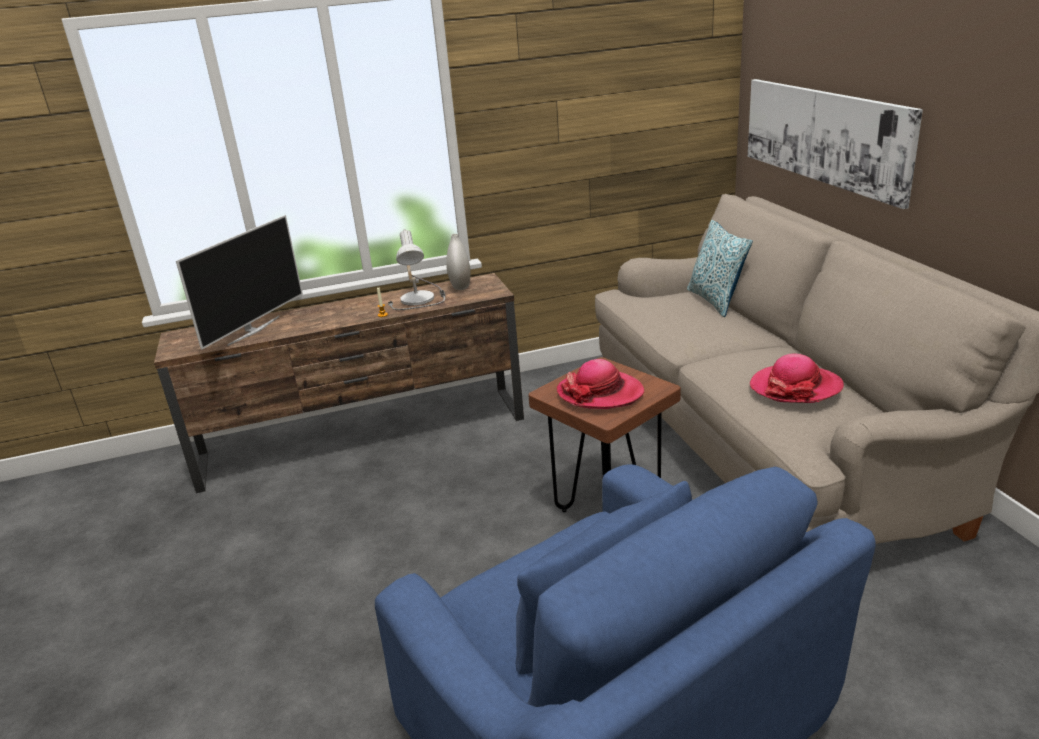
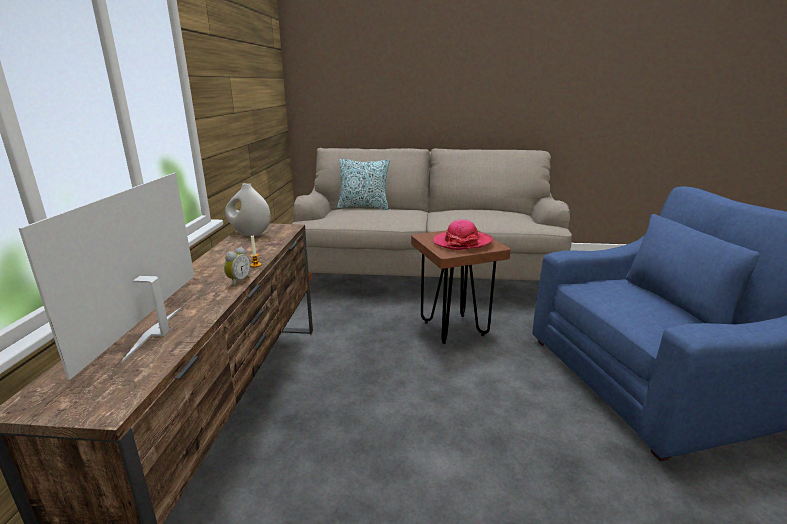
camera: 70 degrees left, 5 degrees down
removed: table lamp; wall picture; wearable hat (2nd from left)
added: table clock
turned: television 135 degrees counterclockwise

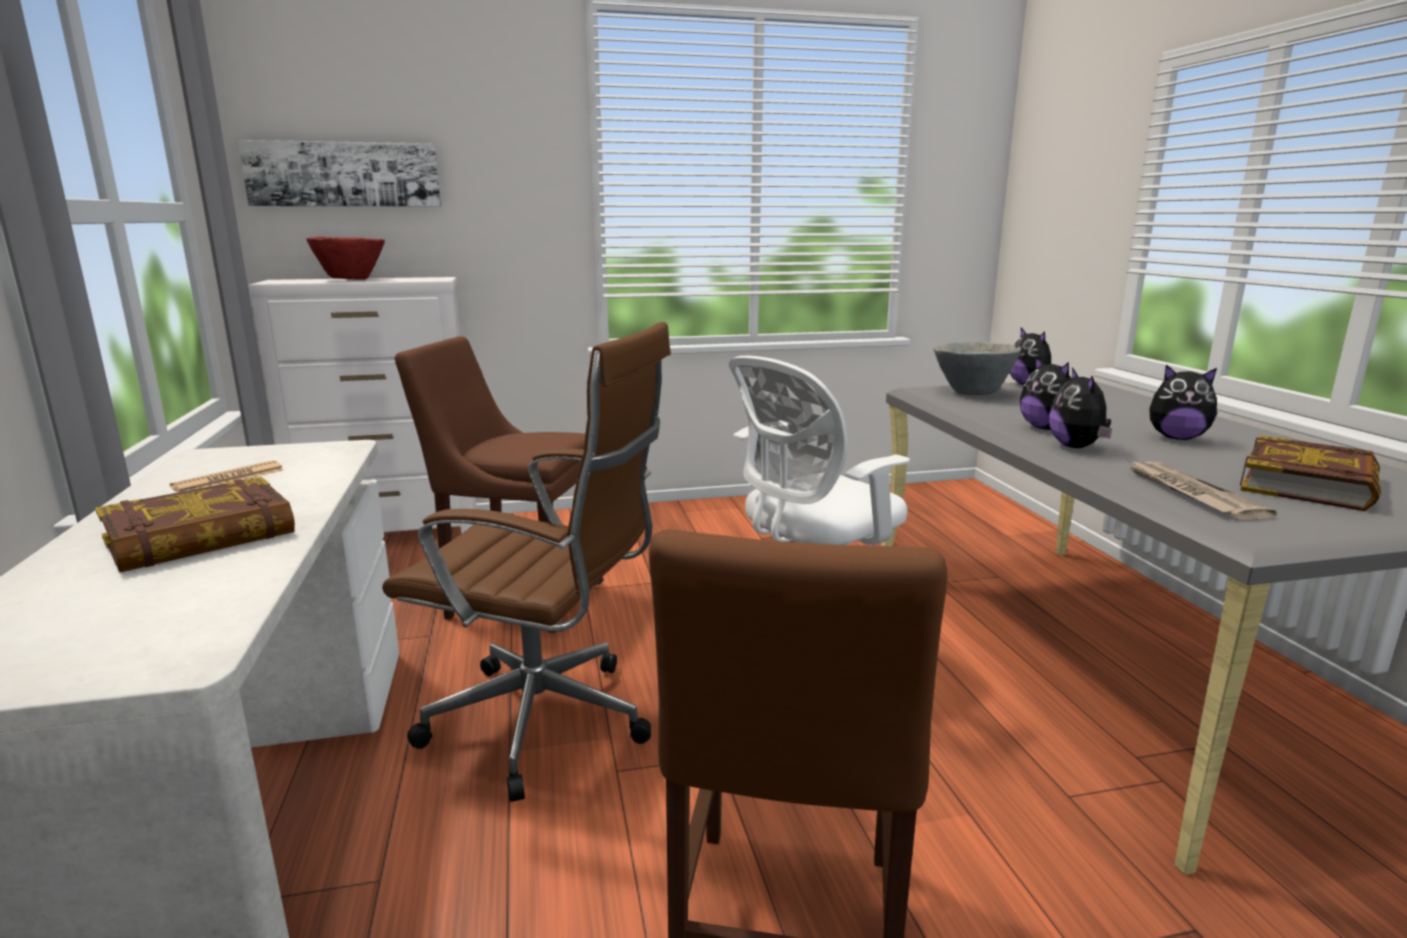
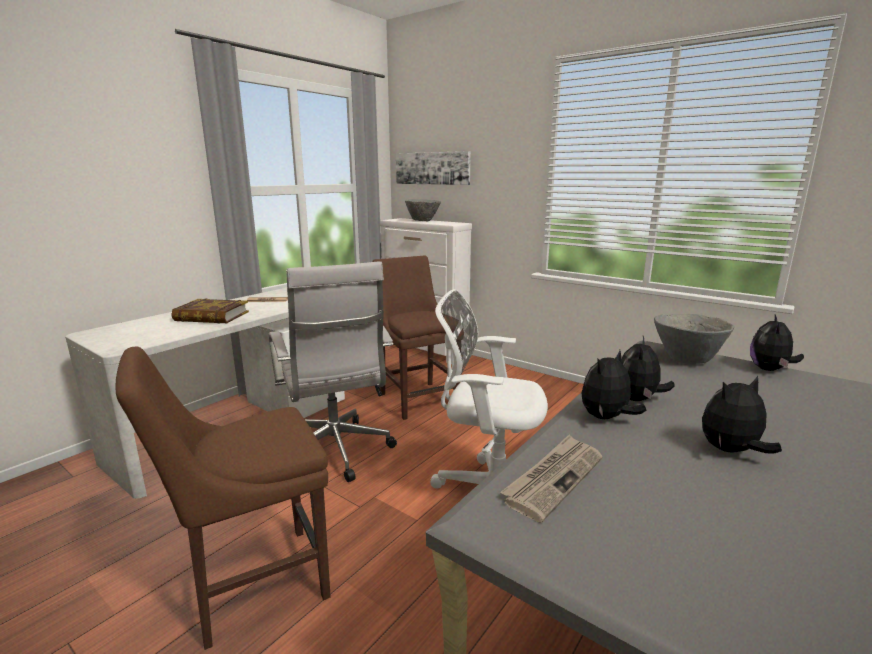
camera: 50 degrees right, 0 degrees up
removed: book (2nd from left)
recoloured: bowl in red-coloured to bowl in gray (1st from left); computer chair in brown to computer chair in whitish (1st from left)
turned: soft toy (4th from left in the first image) 90 degrees clockwise

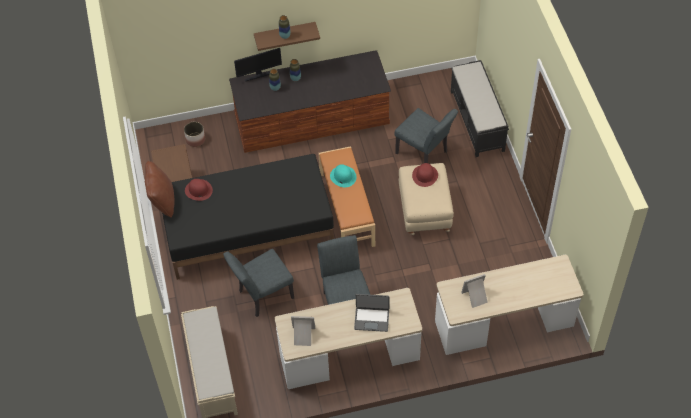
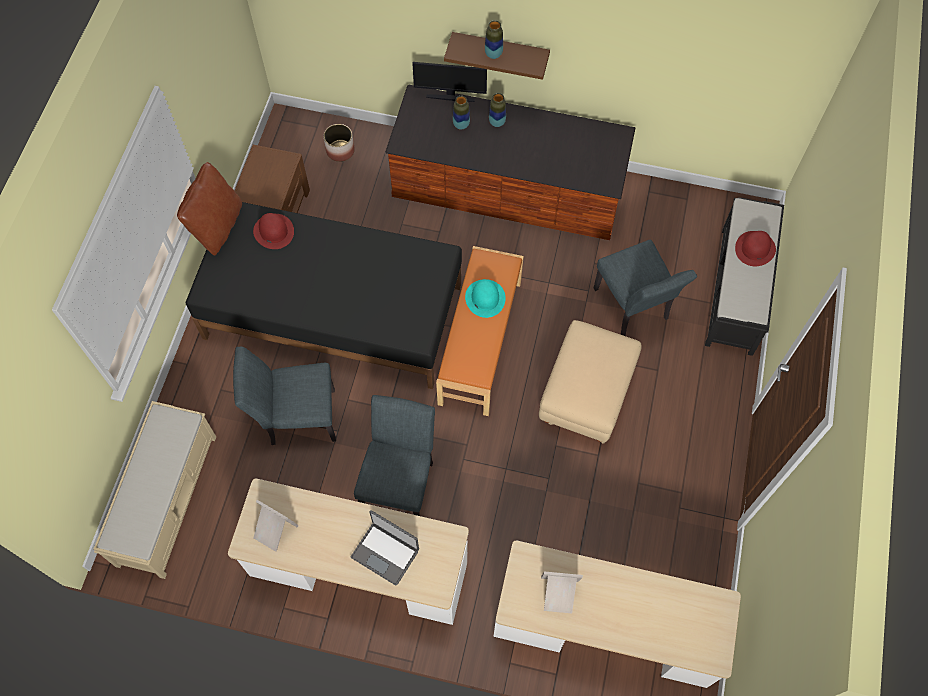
camera: 25 degrees right, 10 degrees up
moved: wearable hat in red-coloured (2nd from left)

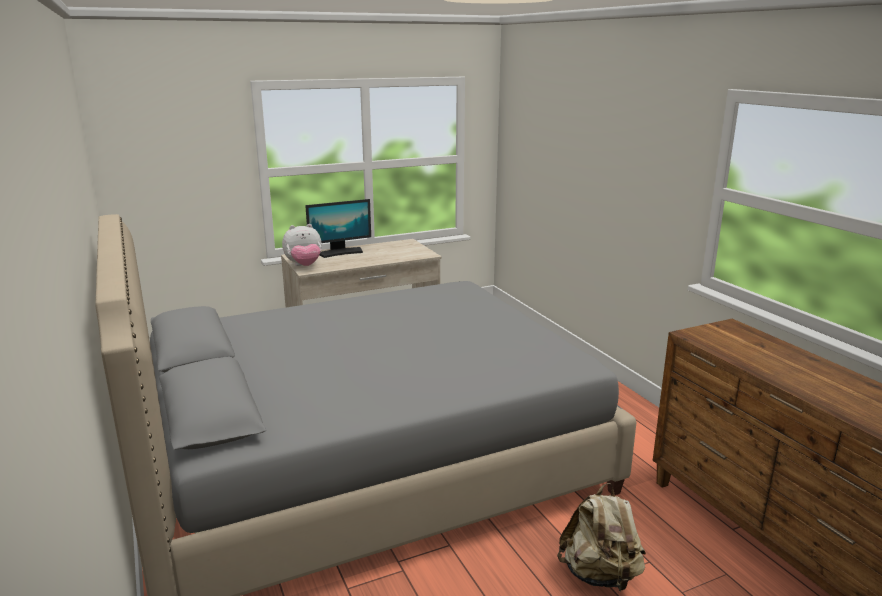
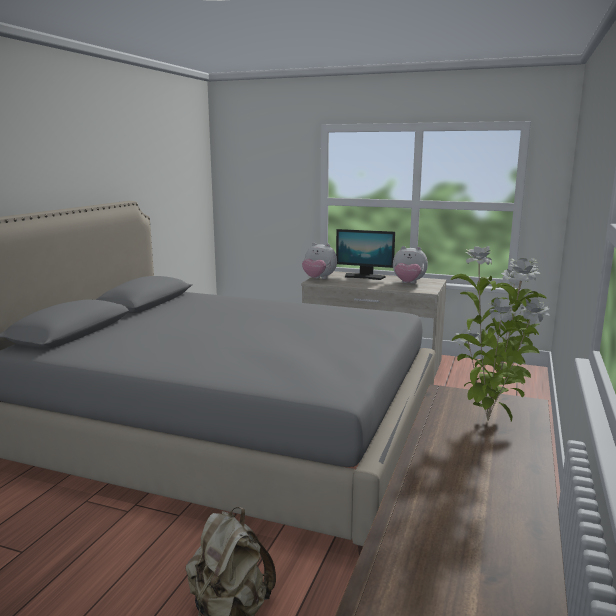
camera: 45 degrees right, 5 degrees down
added: soft toy (2nd from left); houseplant

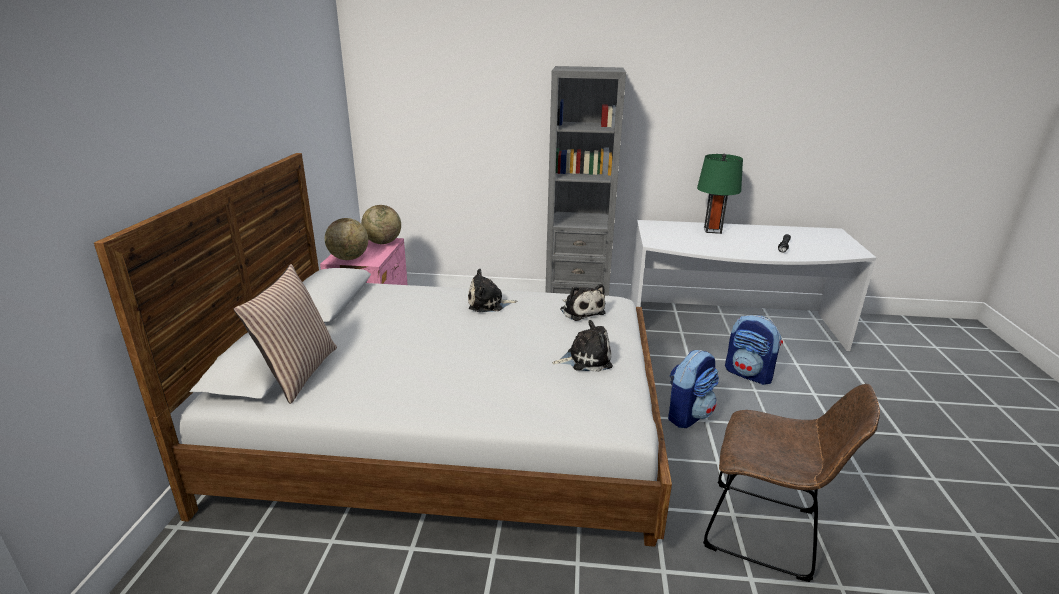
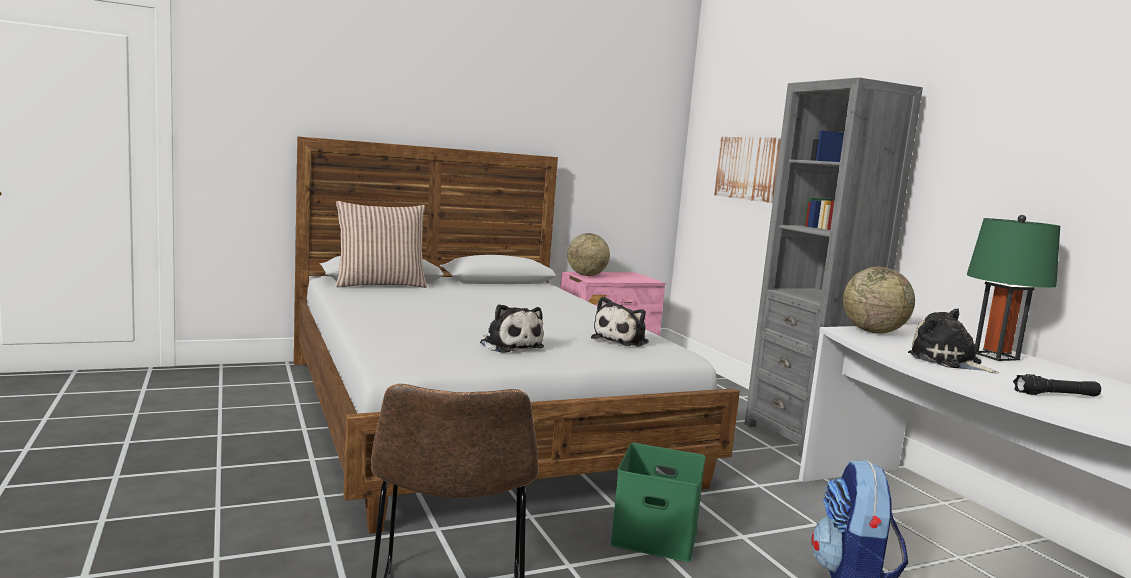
camera: 60 degrees right, 15 degrees down
added: wall picture
moved: desk globe (2nd from left); soft toy (1st from left in the first image) to soft toy (3rd from left)
replaced: knapsack (1st from left) to storage container in green

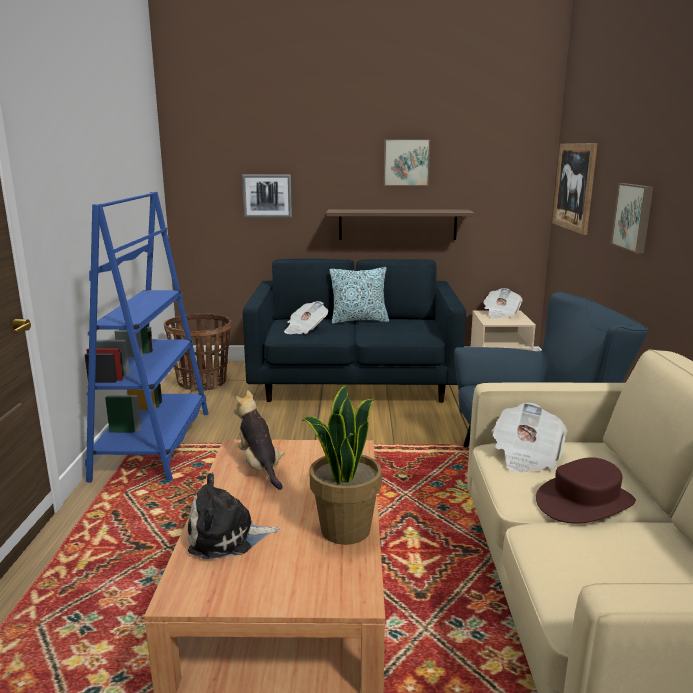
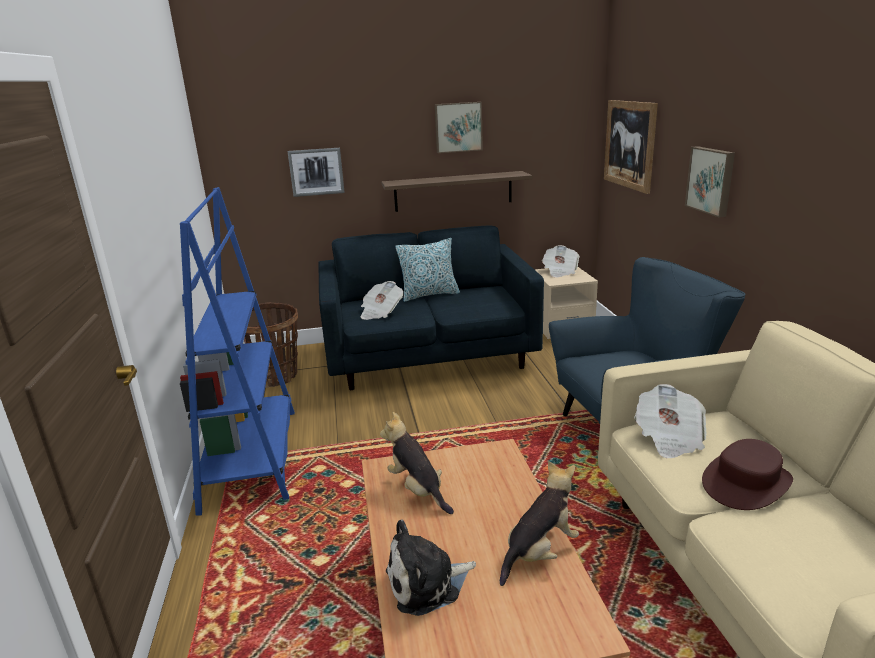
camera: 10 degrees left, 5 degrees up
replaced: houseplant to soft toy (3rd from left)

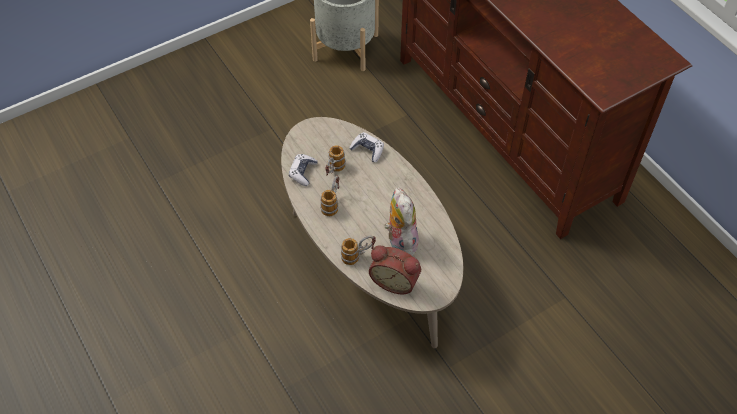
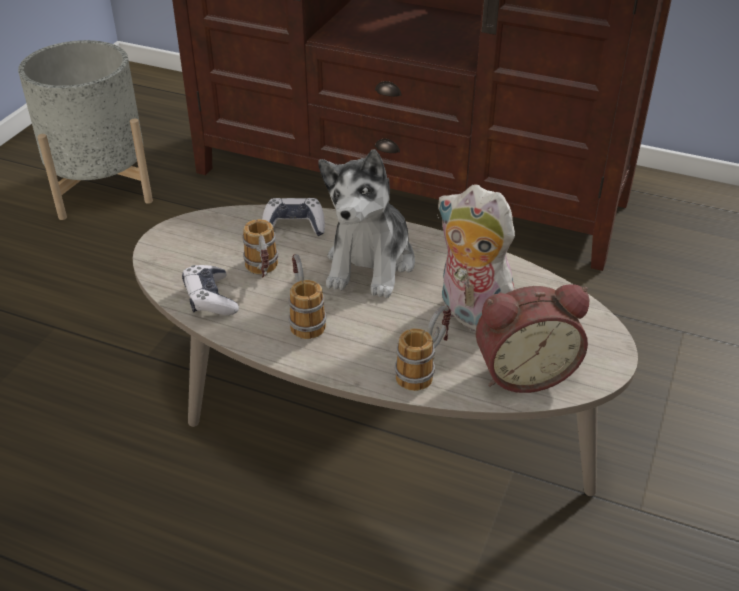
camera: 35 degrees left, 15 degrees down
added: soft toy (1st from left)

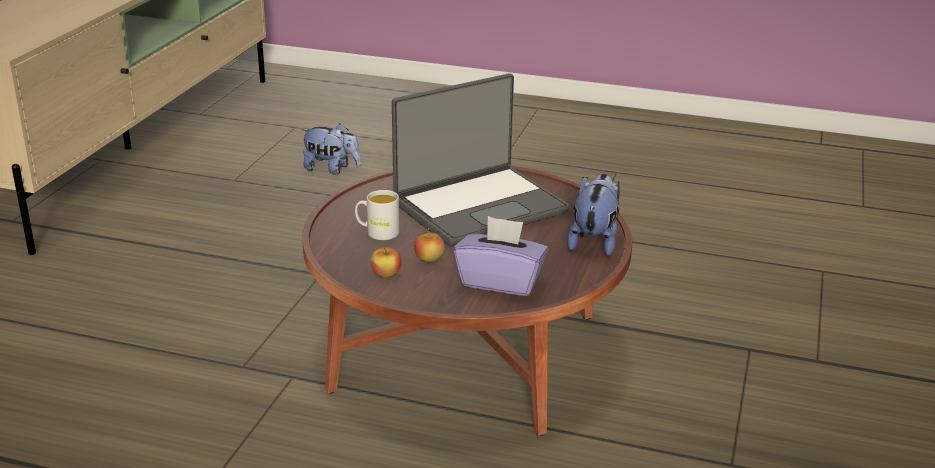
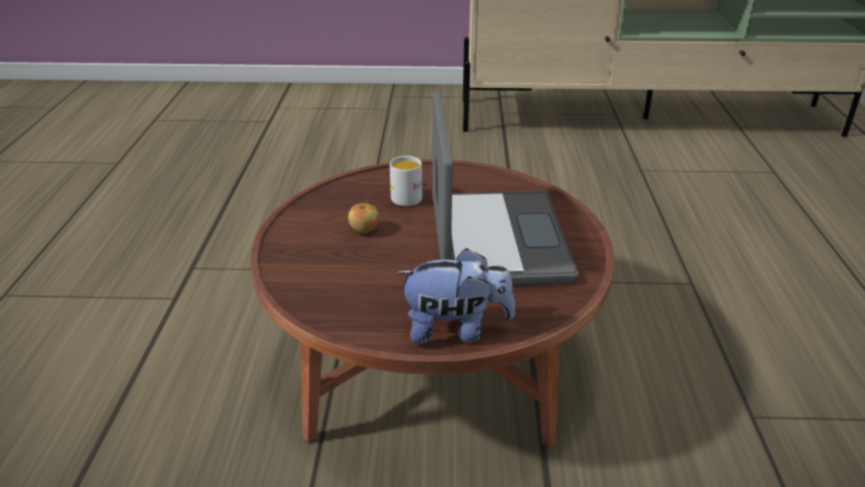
camera: 75 degrees right, 5 degrees up
removed: soft toy (1st from left); whole apple (1st from left); tissue box in purplish
turned: notebook computer 135 degrees counterclockwise

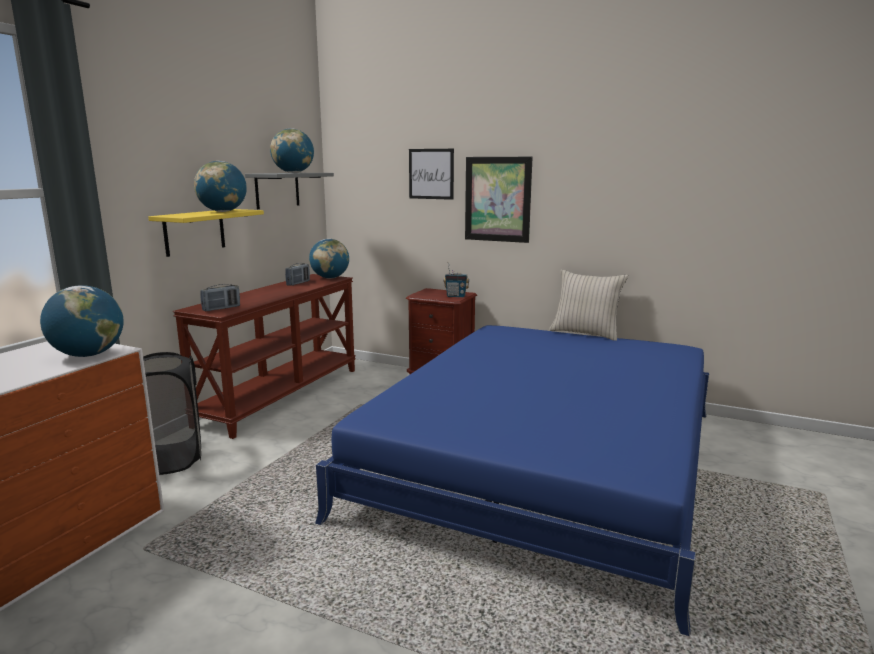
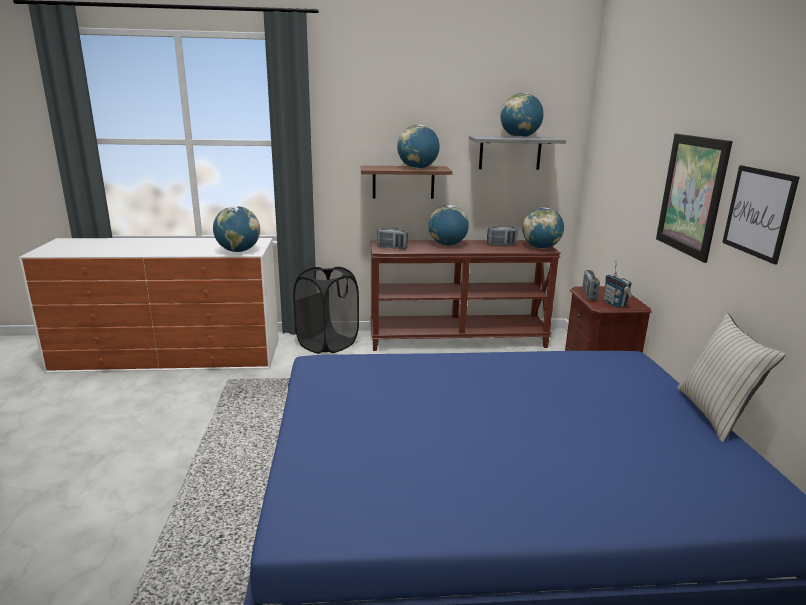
camera: 60 degrees right, 5 degrees up
added: desk globe (3rd from left); radio receiver (3rd from left)
moved: wall picture (1st from left in the first image) to wall picture (2nd from left)
recoloured: shelf in yellow-coloured to shelf in brown

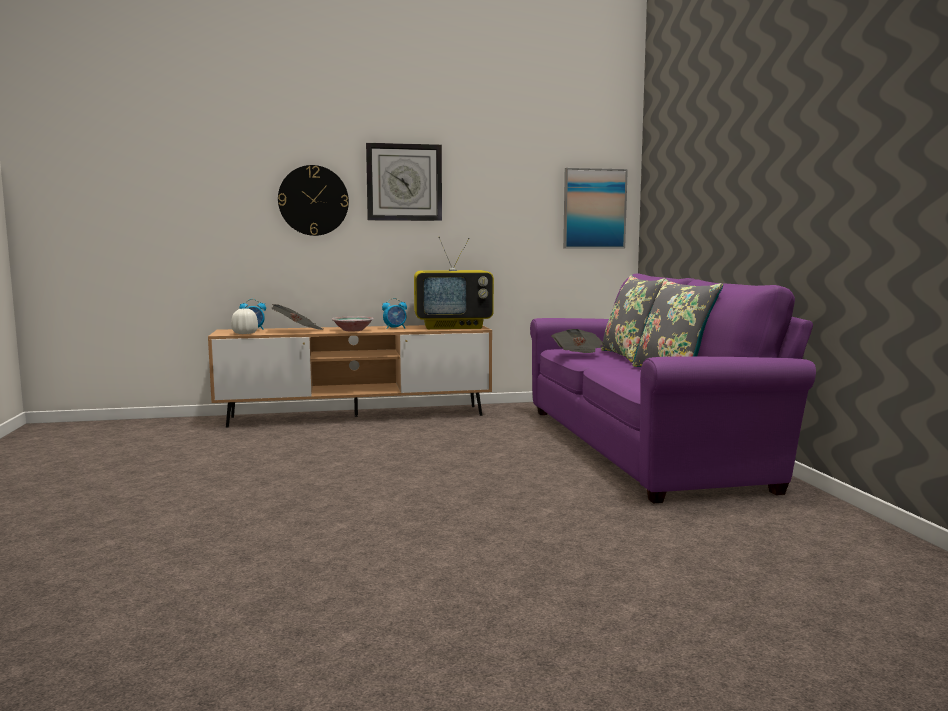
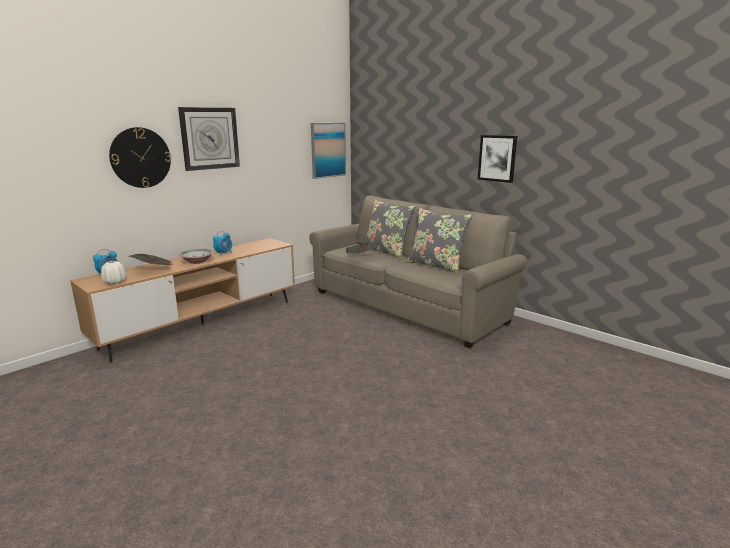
camera: 35 degrees left, 10 degrees up
removed: television
added: wall picture (2nd from left)
recoloured: settee in purplish to settee in beige

